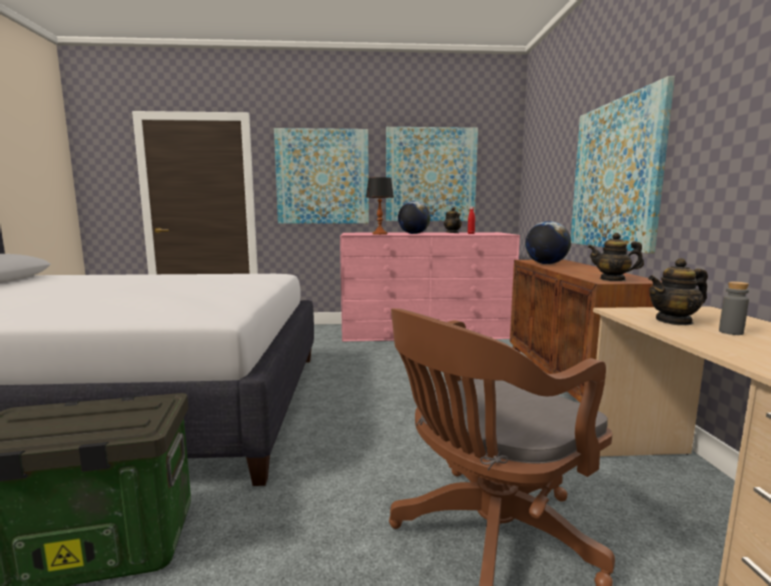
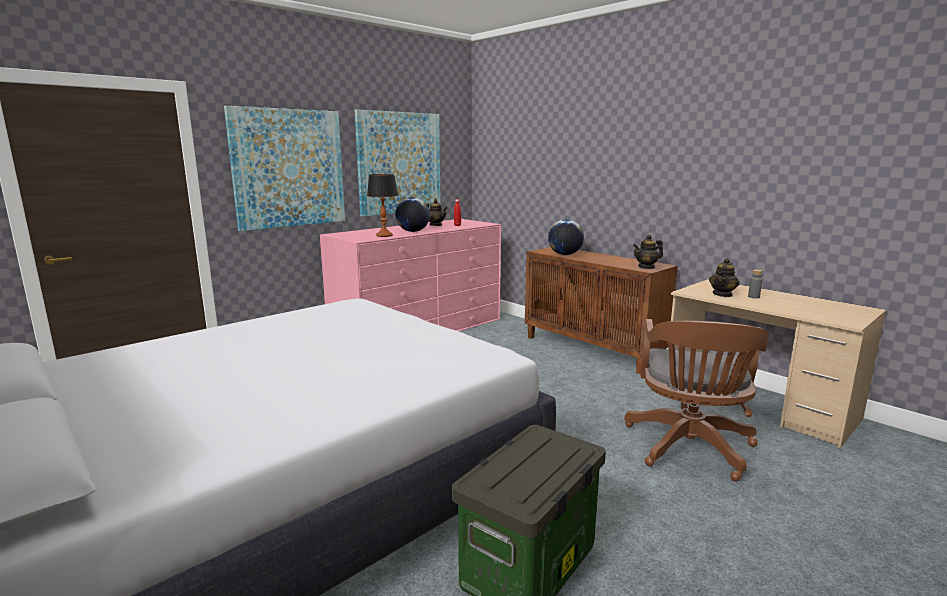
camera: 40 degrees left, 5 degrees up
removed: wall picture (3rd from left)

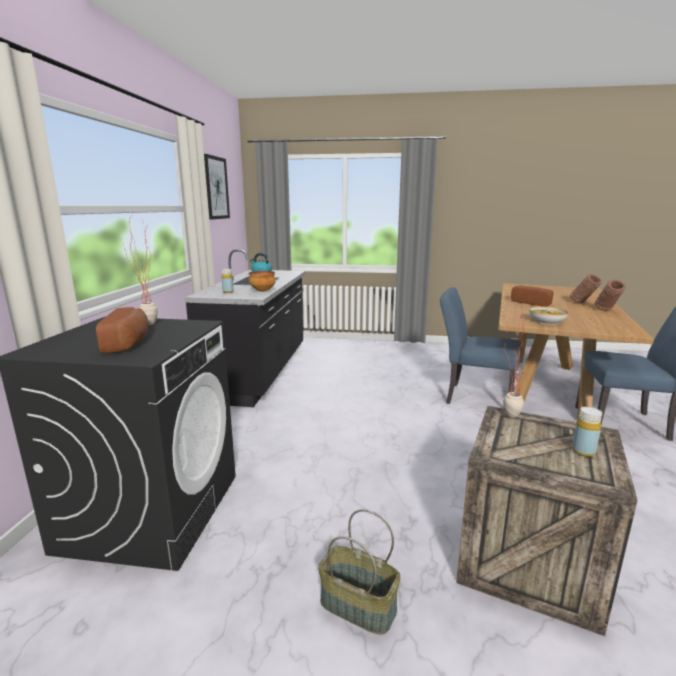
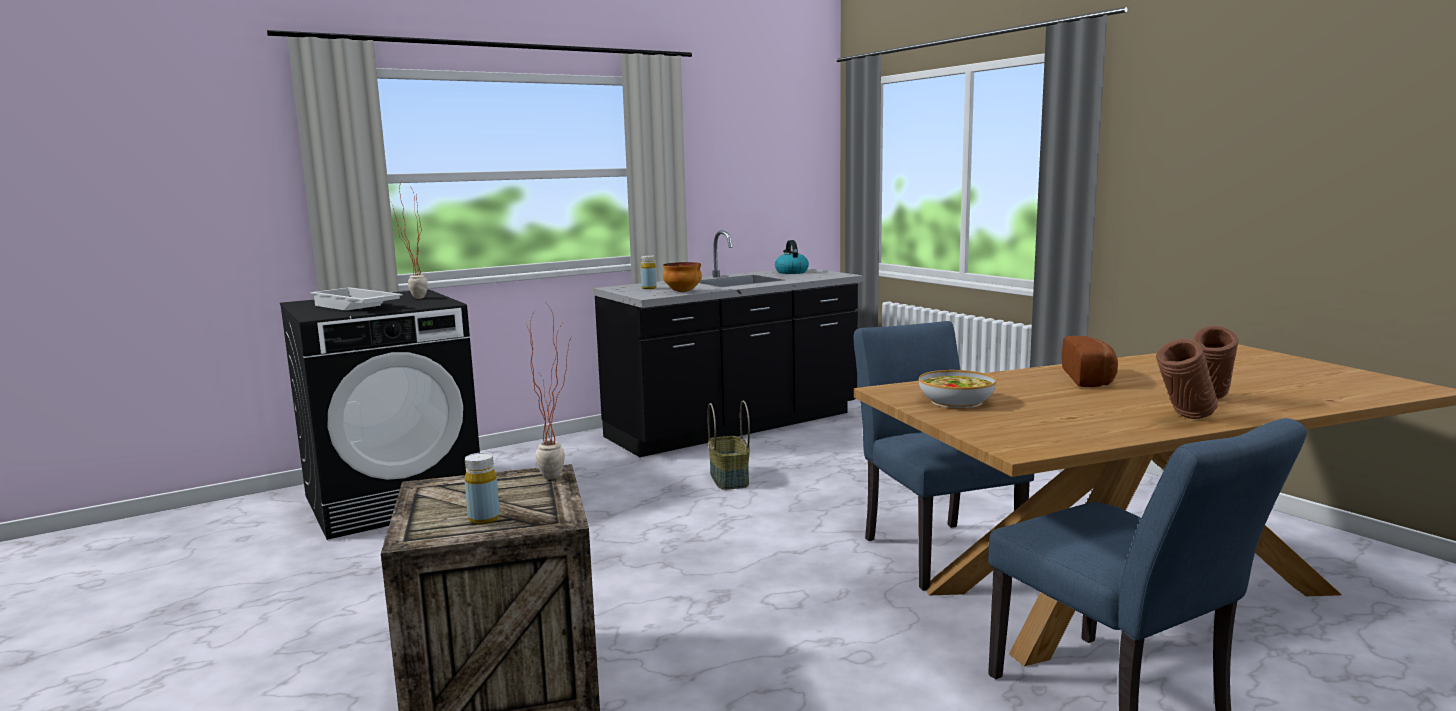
camera: 50 degrees right, 5 degrees down
removed: wall picture
moved: household basket
replaced: bread (1st from left) to carrying tray in whitish

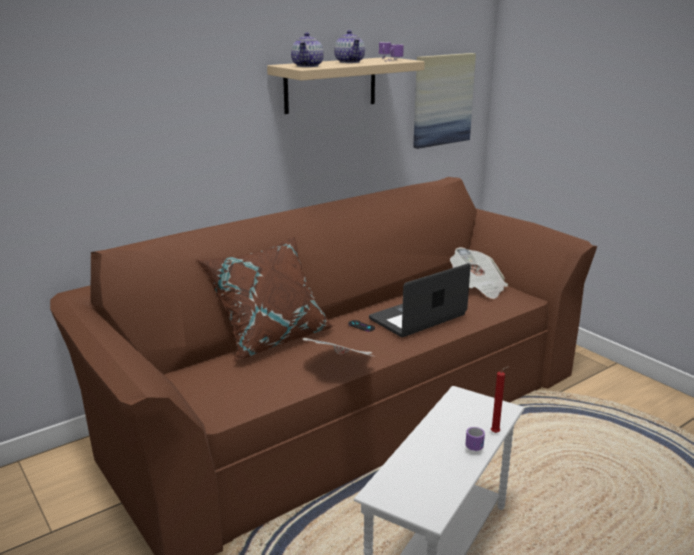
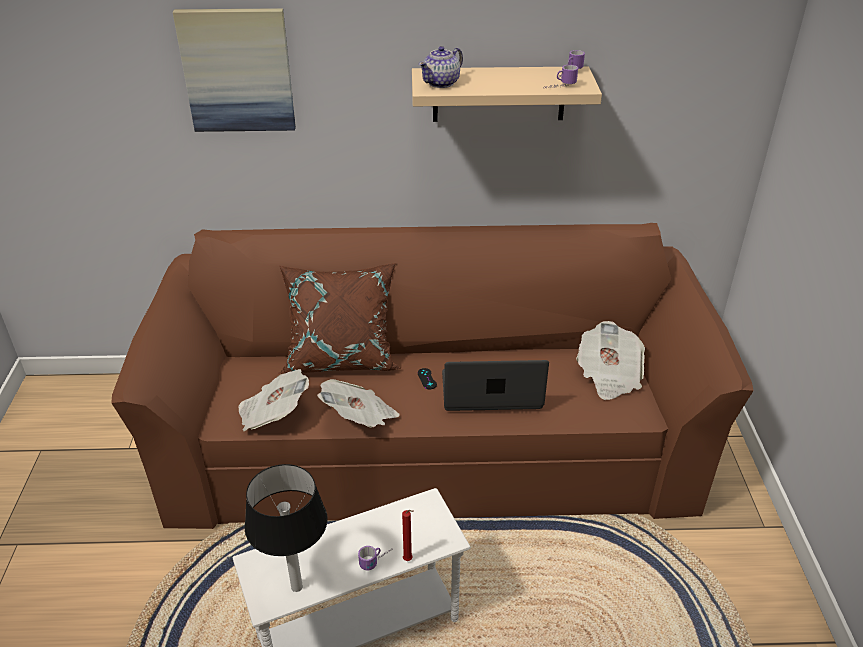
camera: 35 degrees right, 15 degrees up
removed: tea pot (2nd from left)
added: newspaper (1st from left); table lamp
moved: wall picture

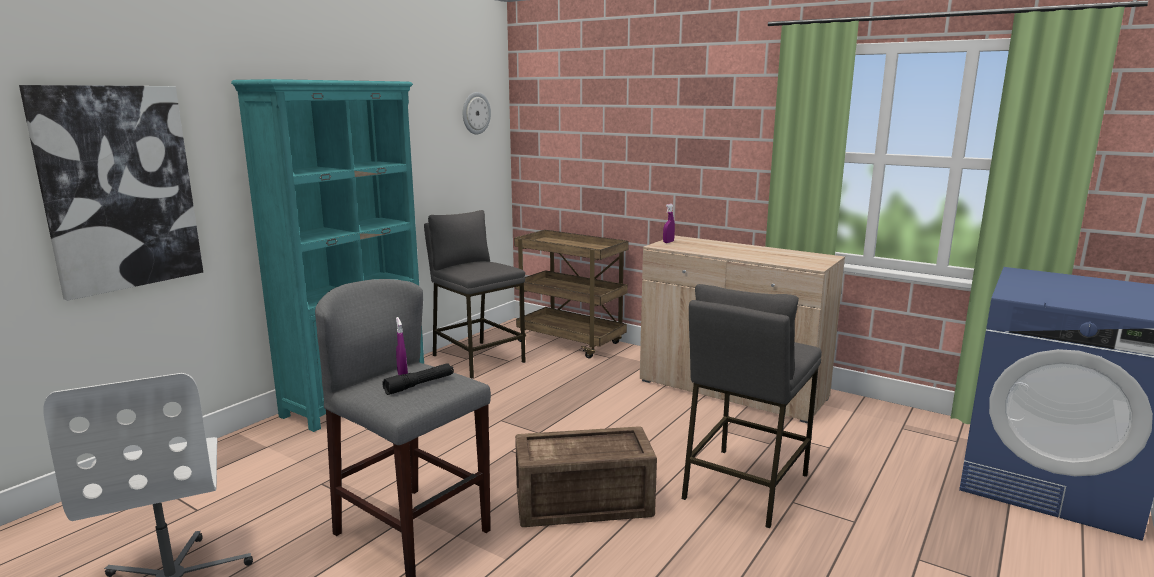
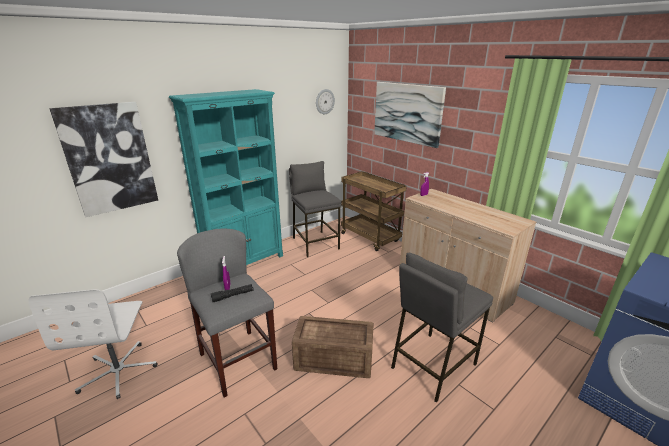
camera: 15 degrees right, 10 degrees up
added: wall picture (2nd from left)

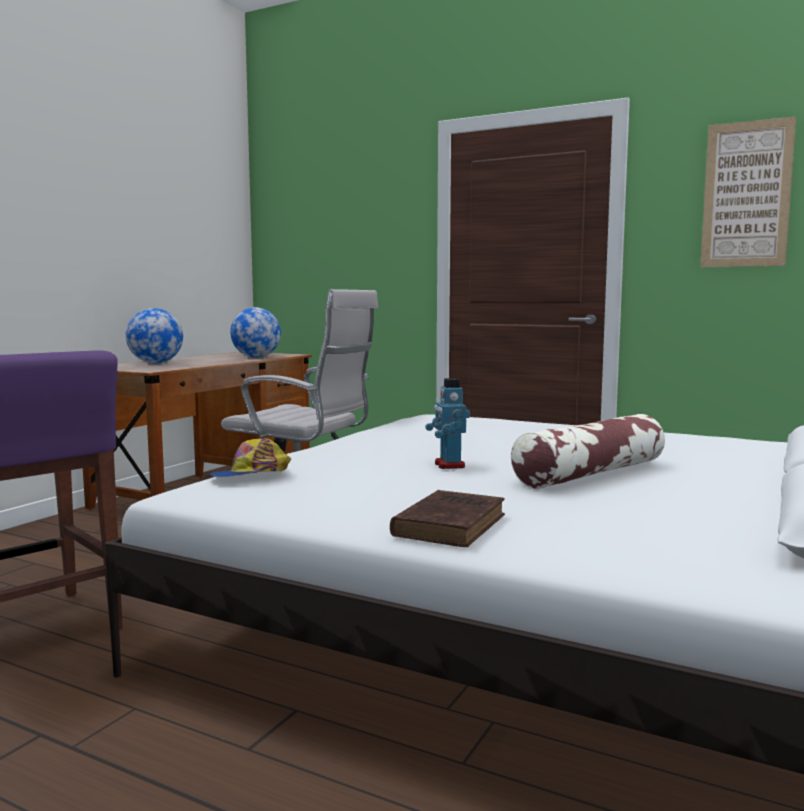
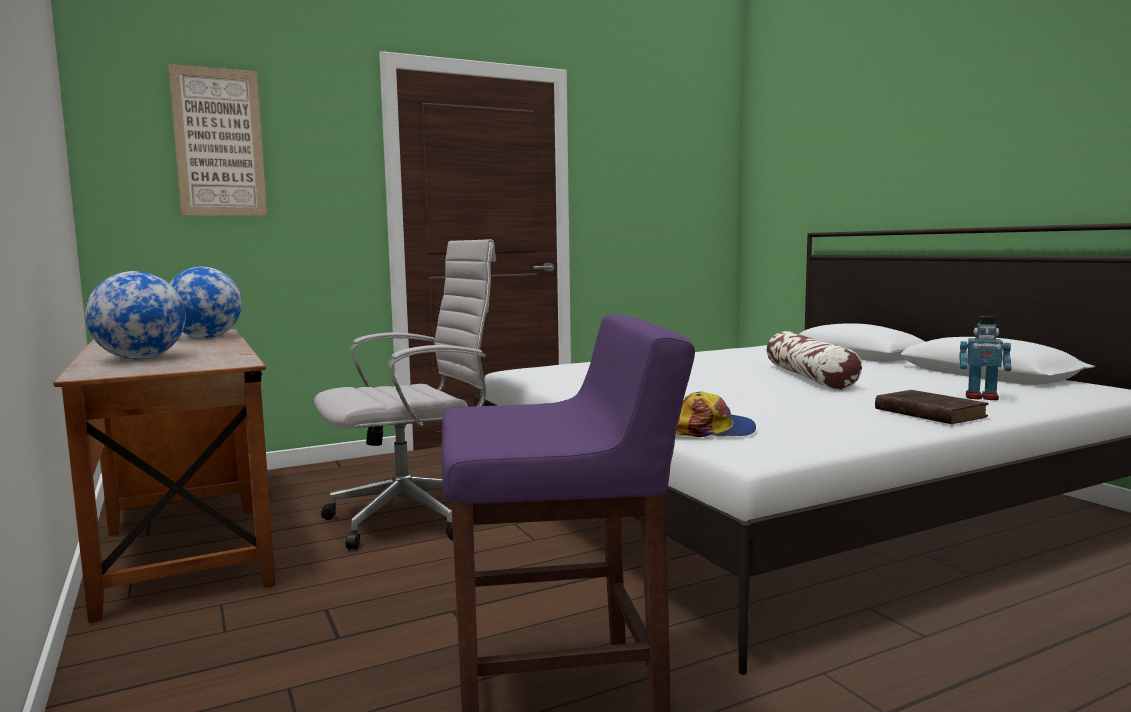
camera: 55 degrees left, 0 degrees up
moved: robot figure; wall picture
turned: baseball cap 90 degrees counterclockwise

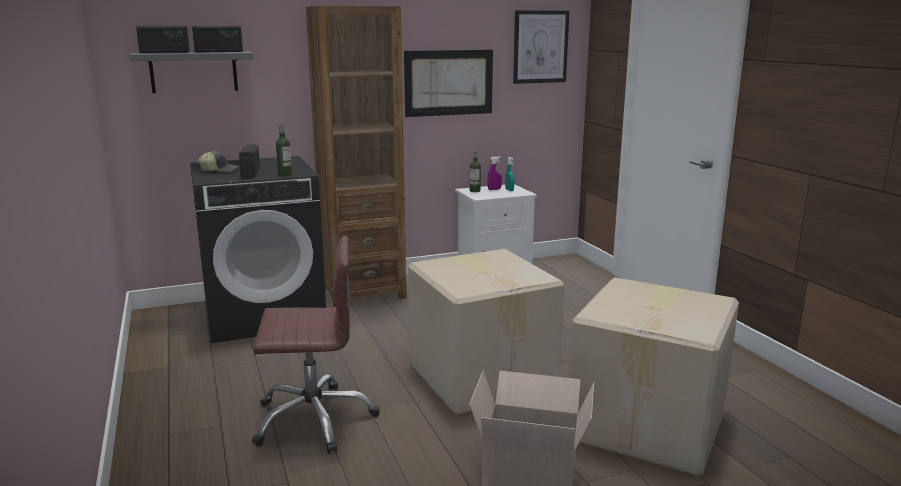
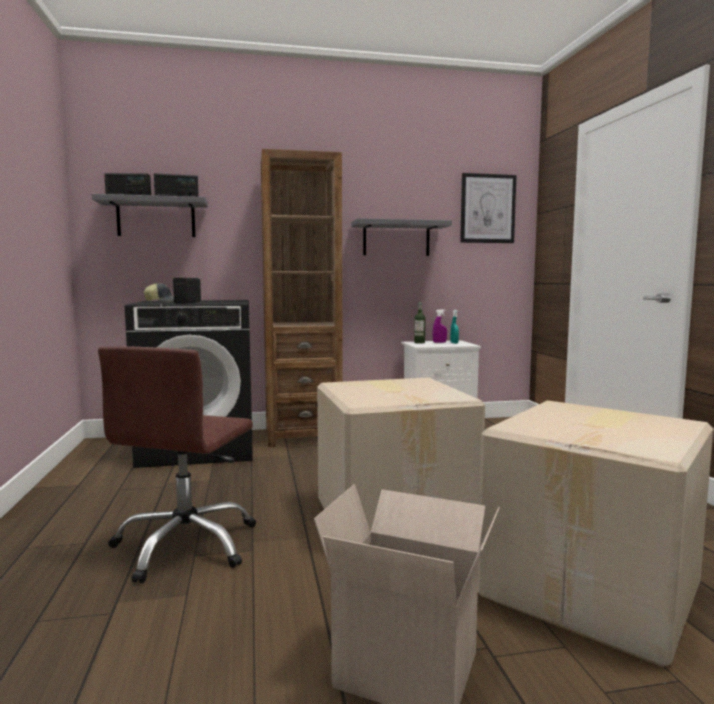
camera: 10 degrees right, 10 degrees down
removed: beverage bottle (1st from left)
replaced: wall picture (1st from left) to shelf in gray (2nd from left)
turned: computer chair in brown 105 degrees clockwise

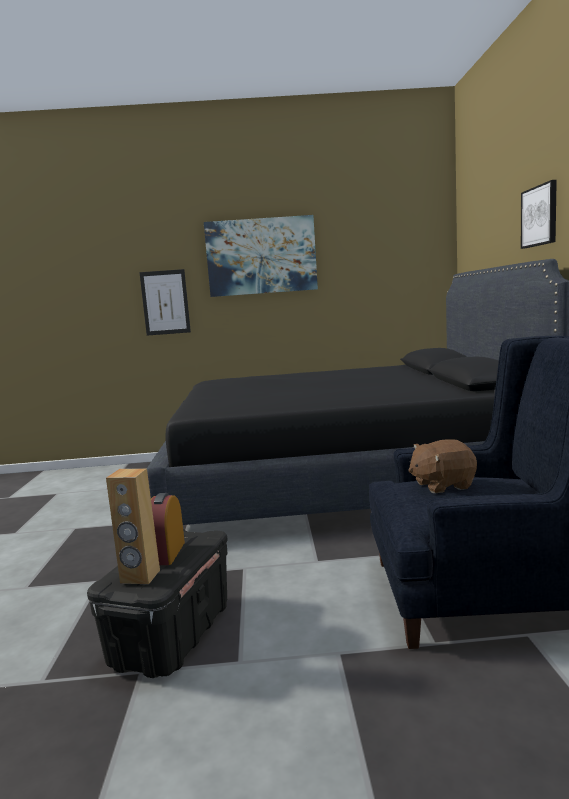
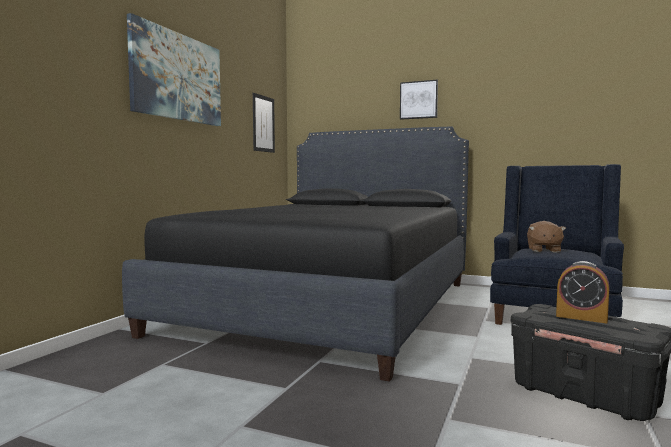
camera: 65 degrees left, 5 degrees down
removed: speaker in brown
moved: wall picture (1st from left in the first image) to wall picture (2nd from left)

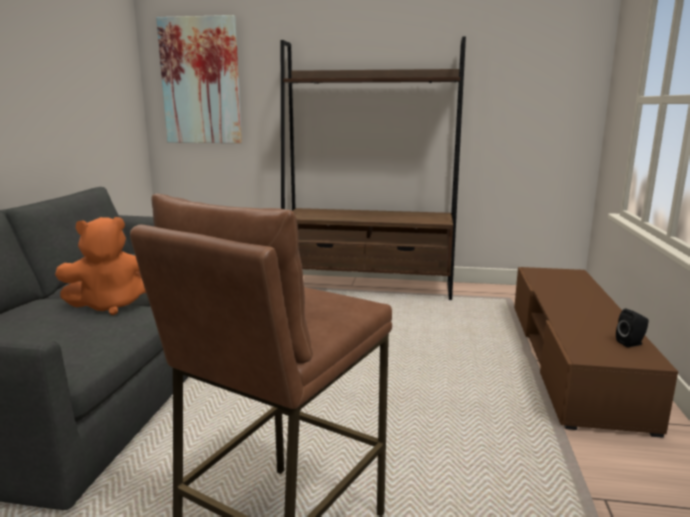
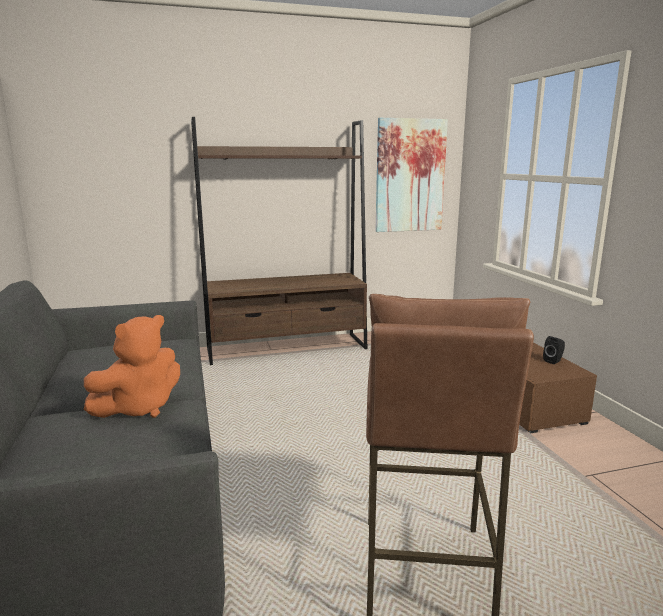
camera: 25 degrees left, 0 degrees up
moved: wall picture

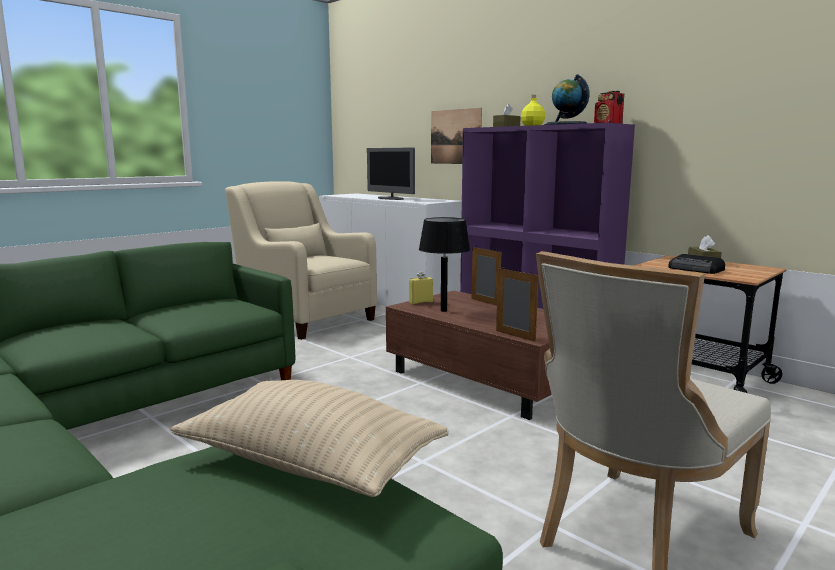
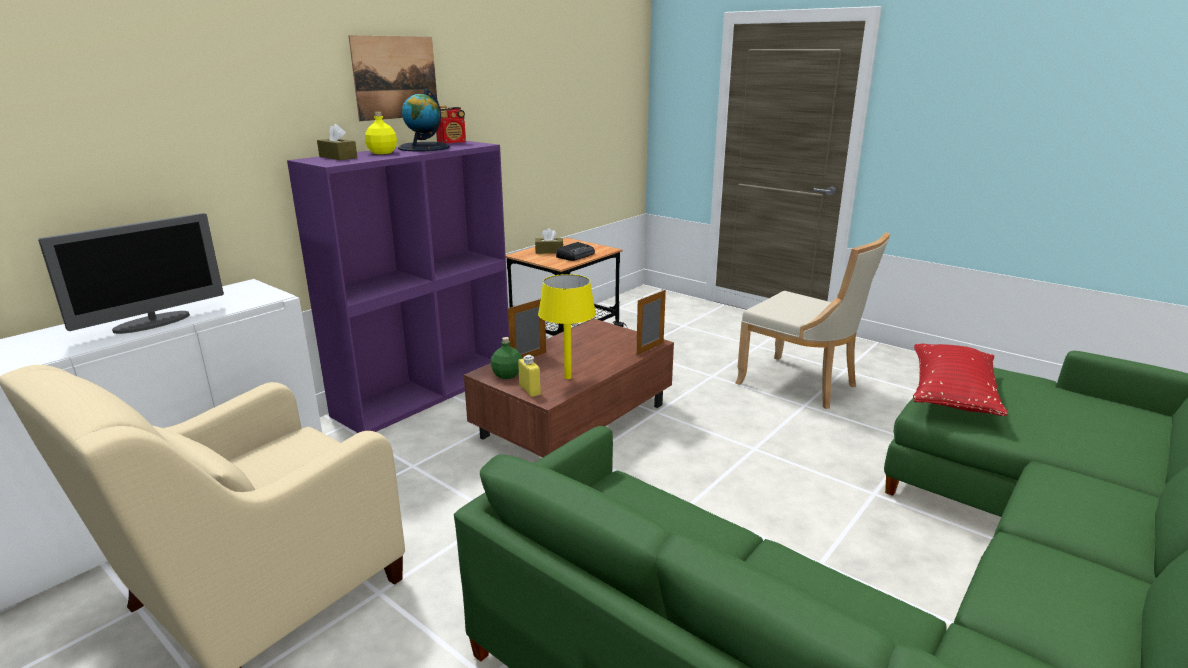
camera: 95 degrees left, 10 degrees up
added: beverage bottle in green
moved: wall picture
recoloured: throw pillow in beige to throw pillow in red-coloured; table lamp in black-coloured to table lamp in yellow-coloured

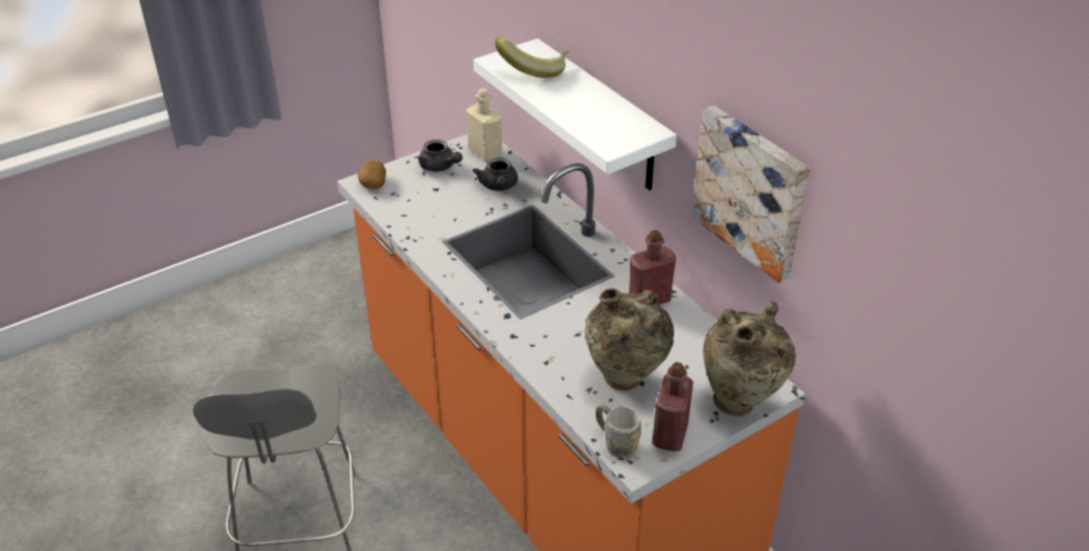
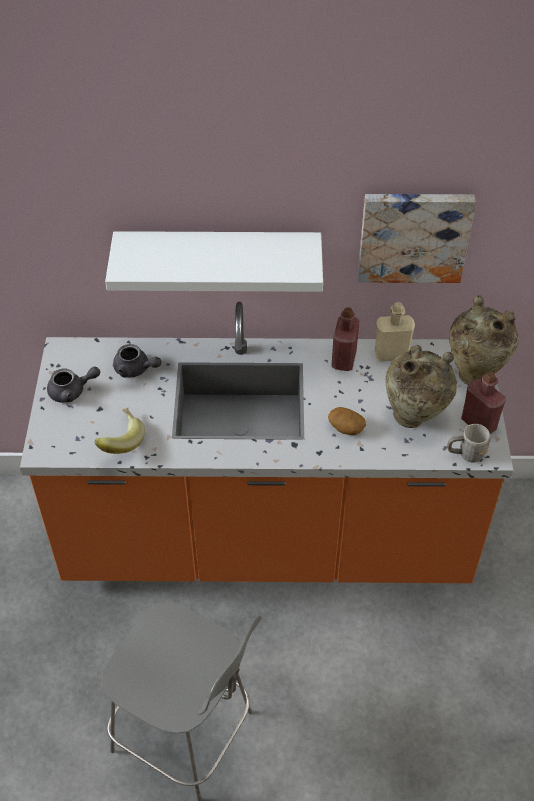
camera: 55 degrees left, 10 degrees up
moved: potato; beverage bottle in beige; banana

